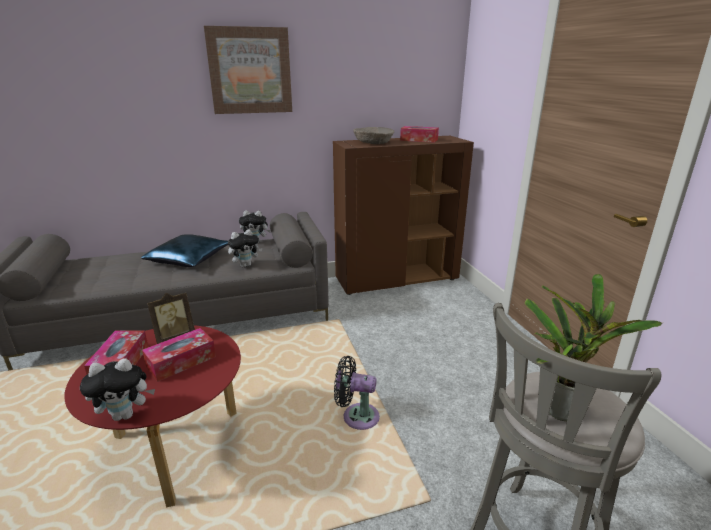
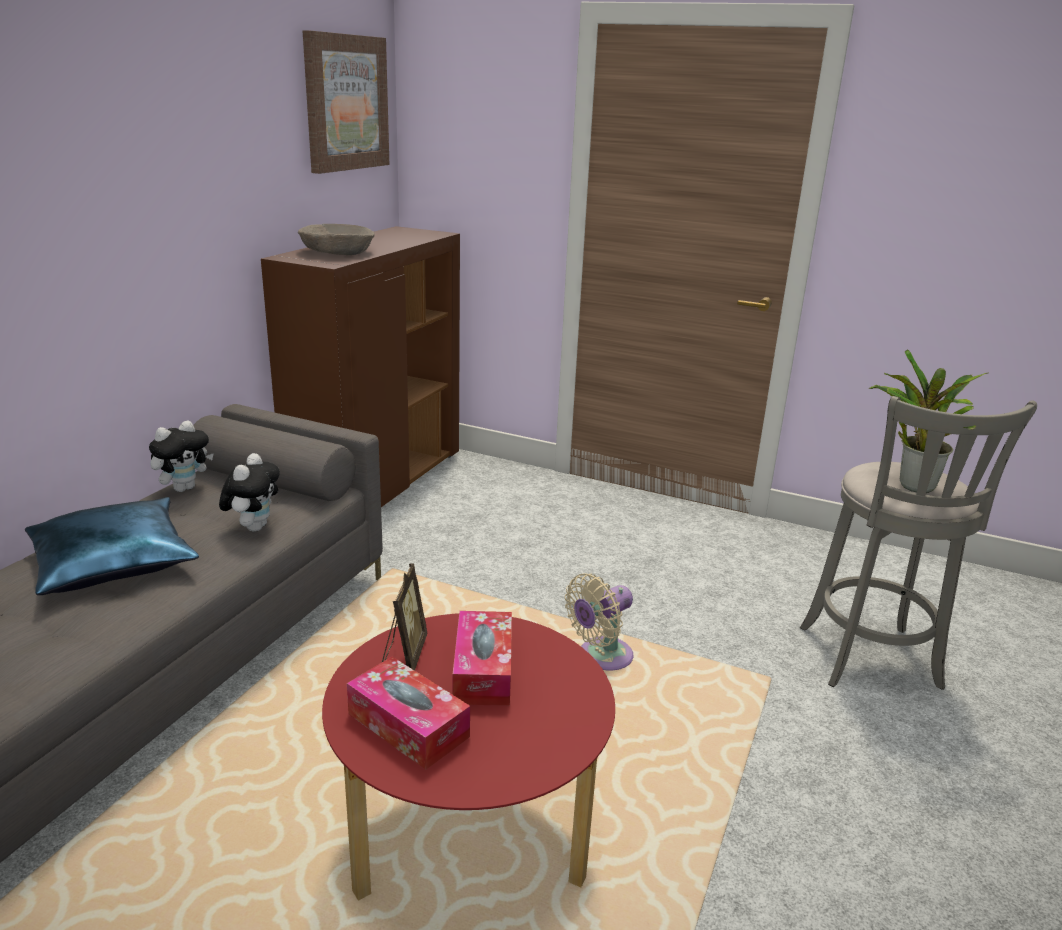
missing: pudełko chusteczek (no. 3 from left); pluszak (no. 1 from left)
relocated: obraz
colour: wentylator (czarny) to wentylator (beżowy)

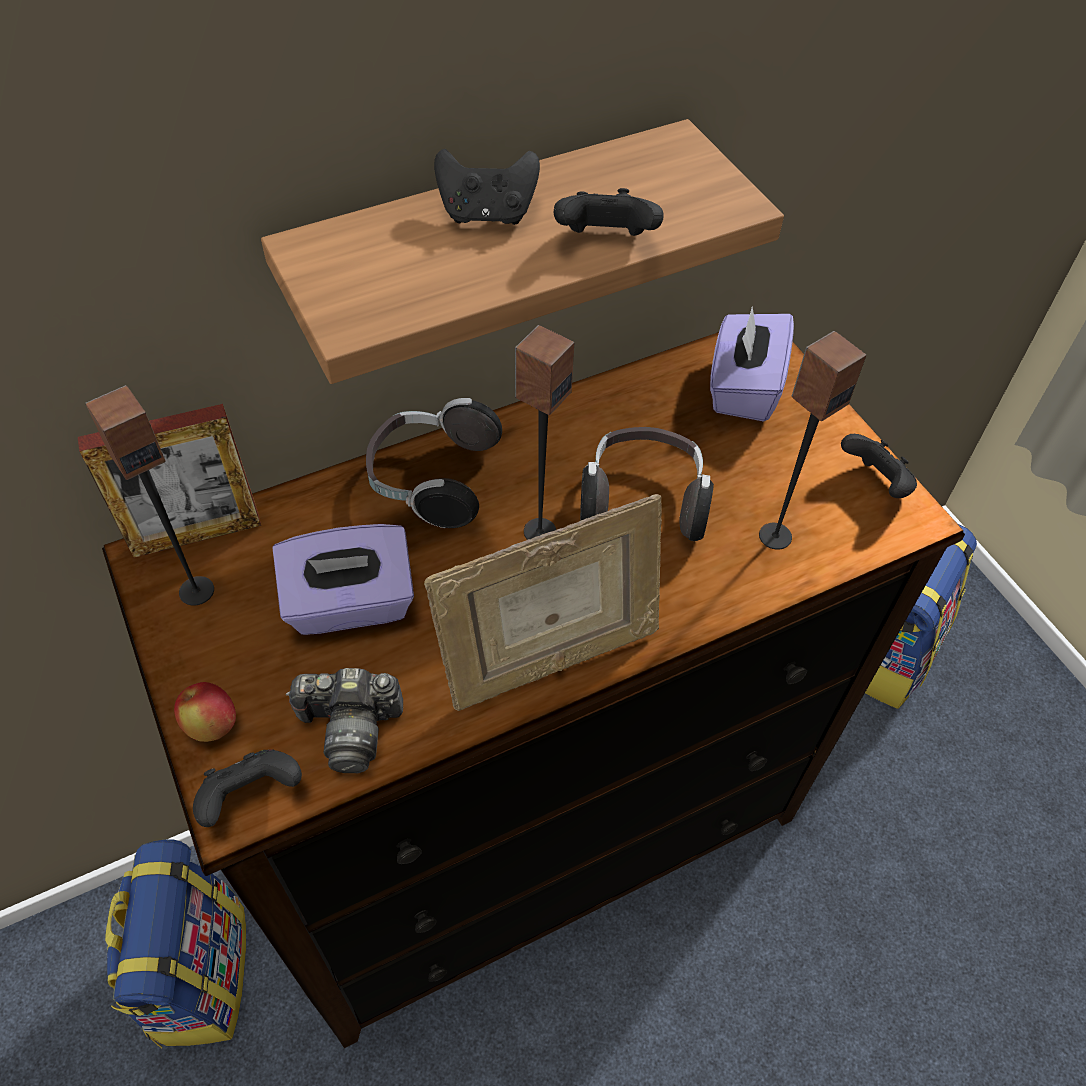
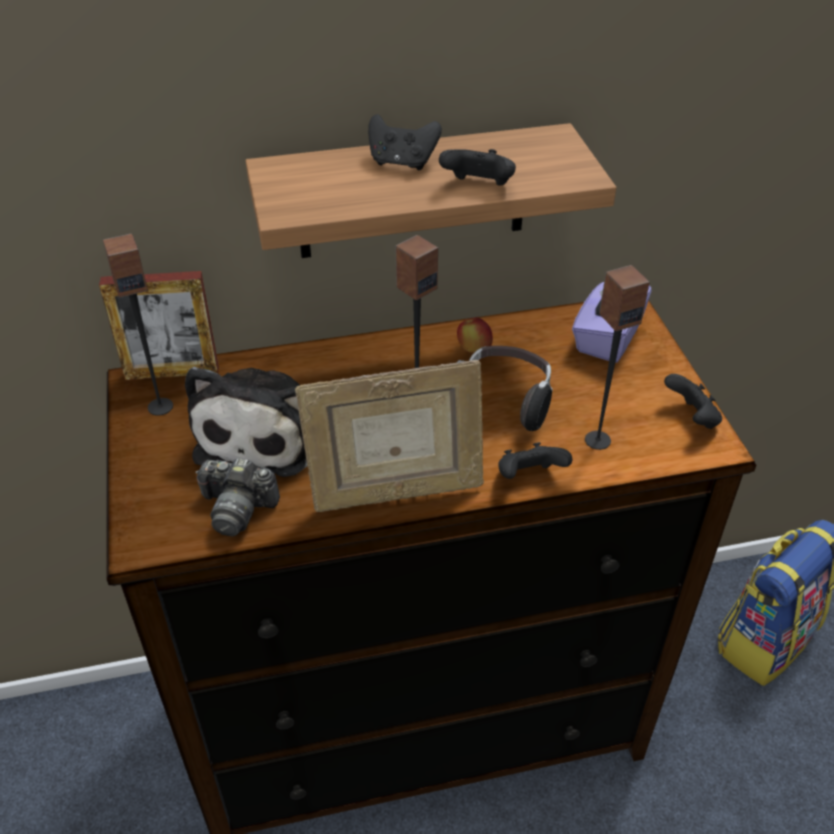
missing: słuchawki (no. 1 from left); plecak (no. 1 from left)
relocated: jabłko; pad do gier (czarny) (no. 1 from left in the first image) to pad do gier (czarny) (no. 3 from left)
exchanged: pudełko chusteczek (fioletowy) (no. 1 from left) to pluszak

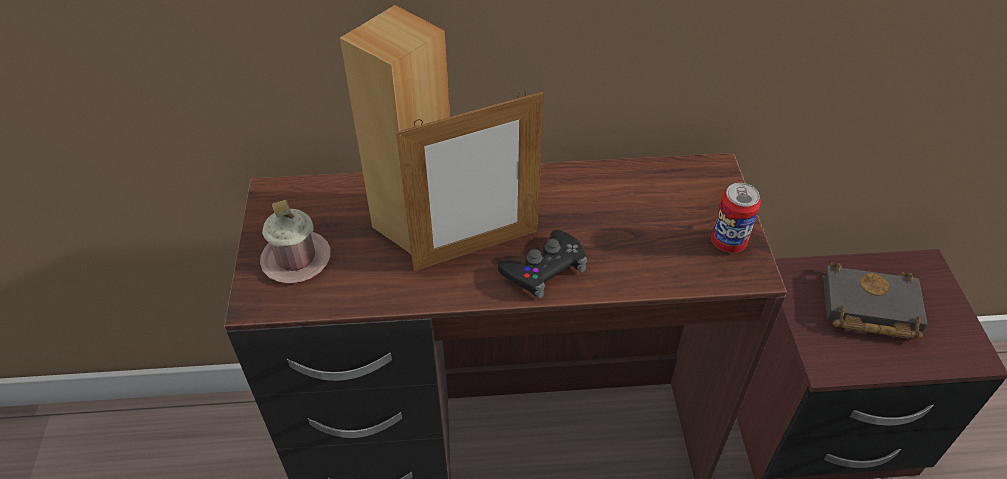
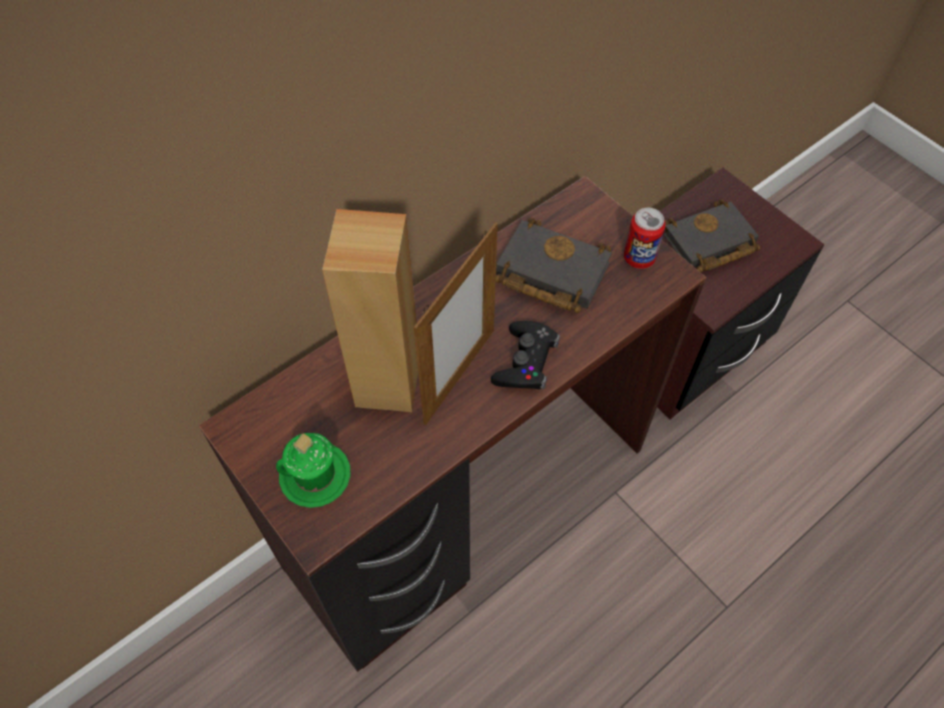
appeared: książka (czarny) (no. 1 from left)
colour: kubek (różowy) to kubek (zielony)

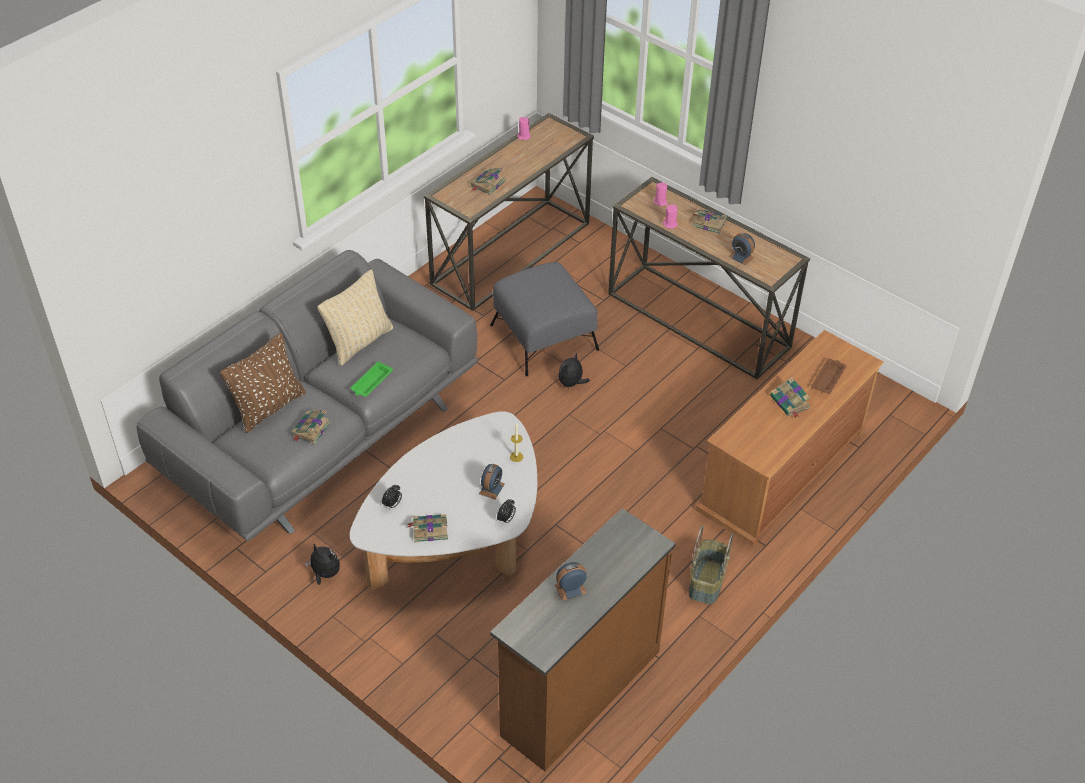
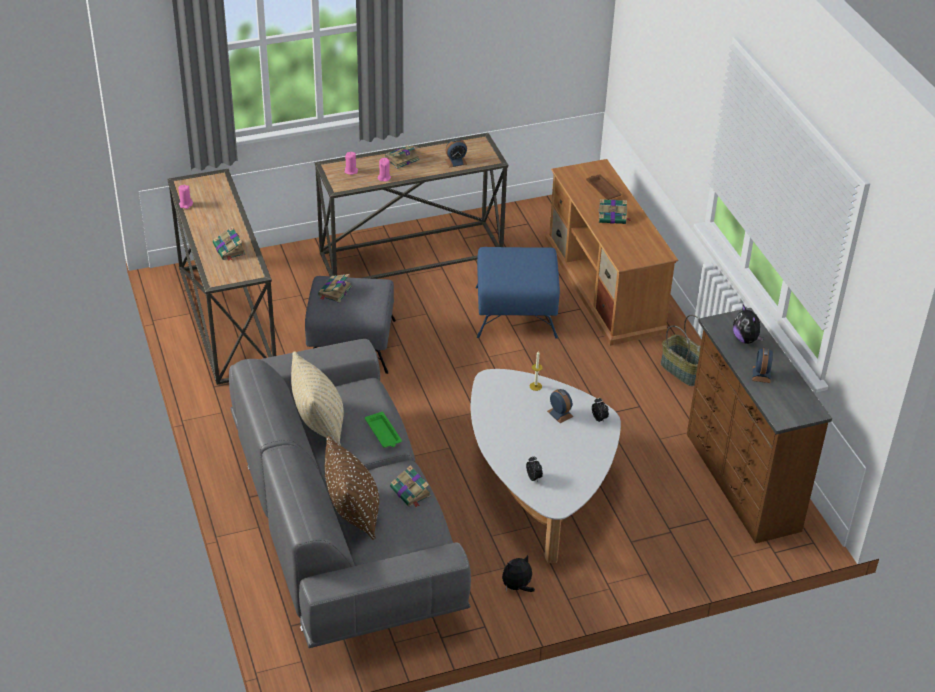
appeared: pufa (niebieski)
relocated: pluszak (no. 2 from left); książka (no. 2 from left)

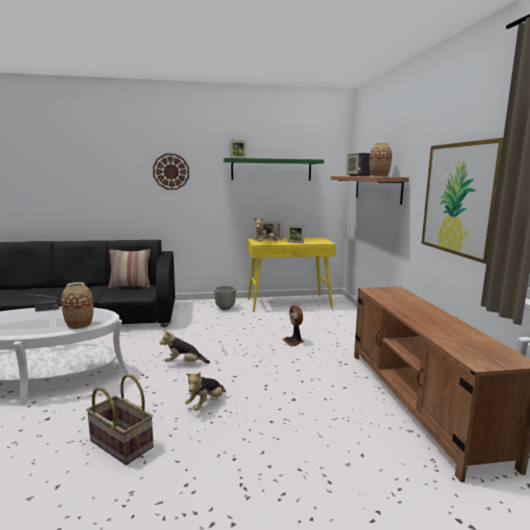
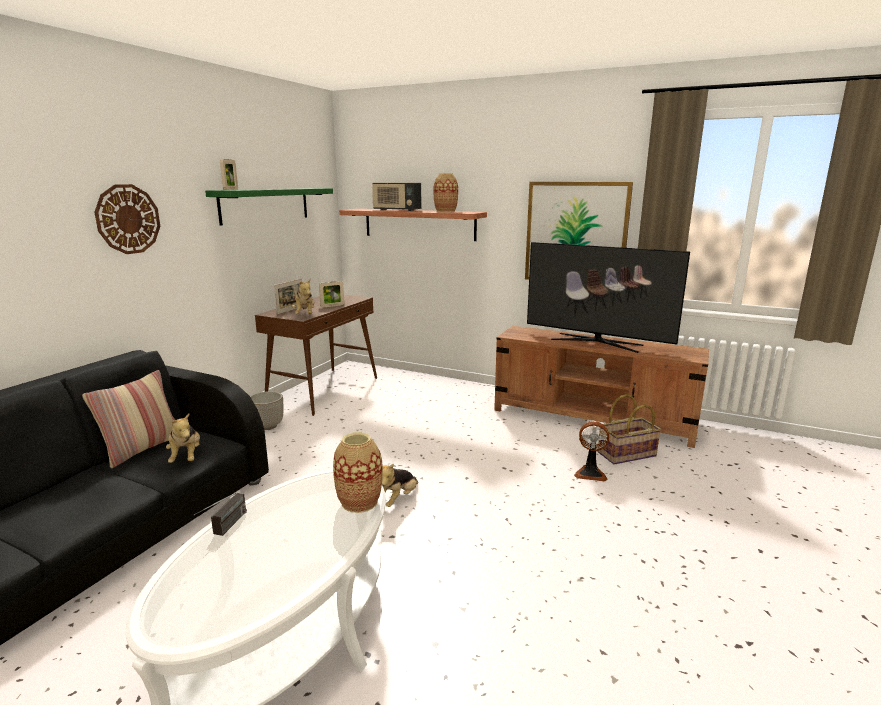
appeared: telewizor
relocated: wentylator; pluszak (no. 2 from left in the first image) to pluszak (no. 1 from left); koszyk
colour: stolik konsolowy (żółty) to stolik konsolowy (brązowy)

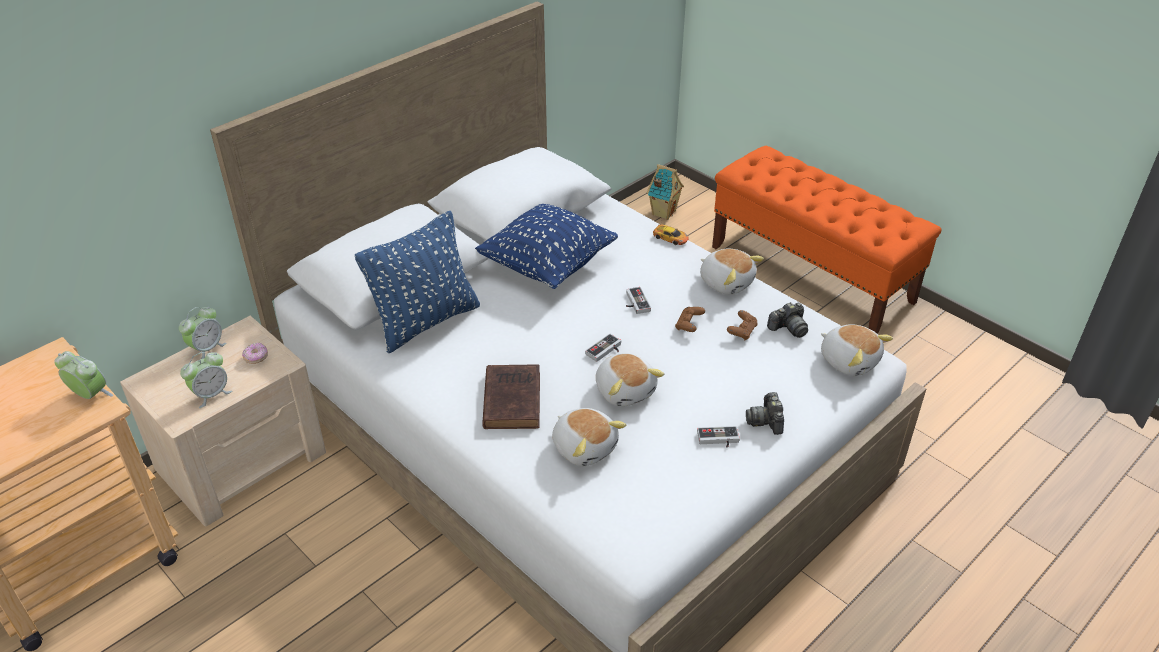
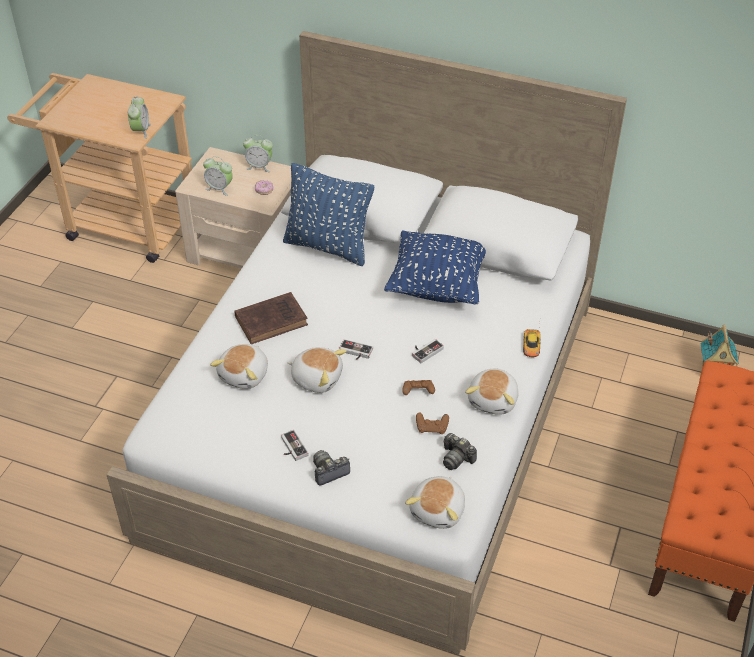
spun: pluszak (no. 2 from left) 105 degrees counterclockwise

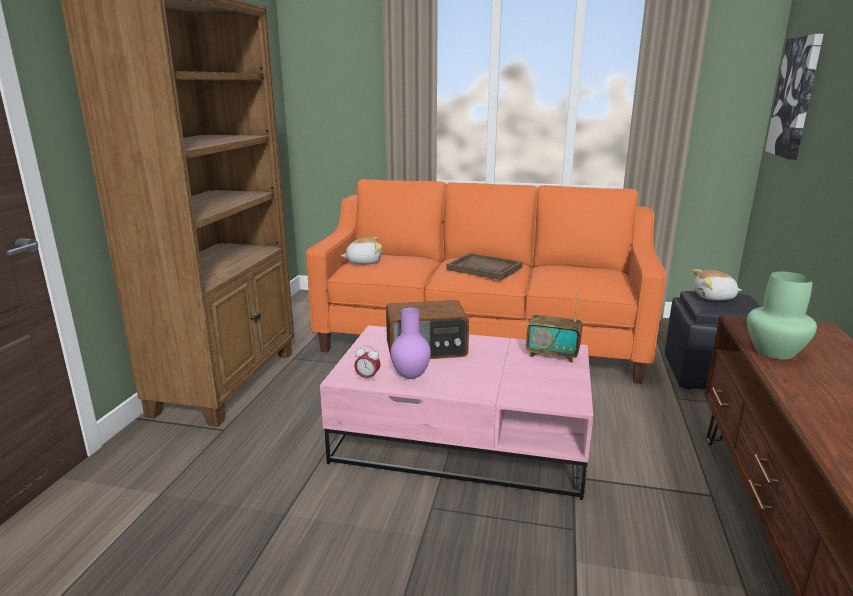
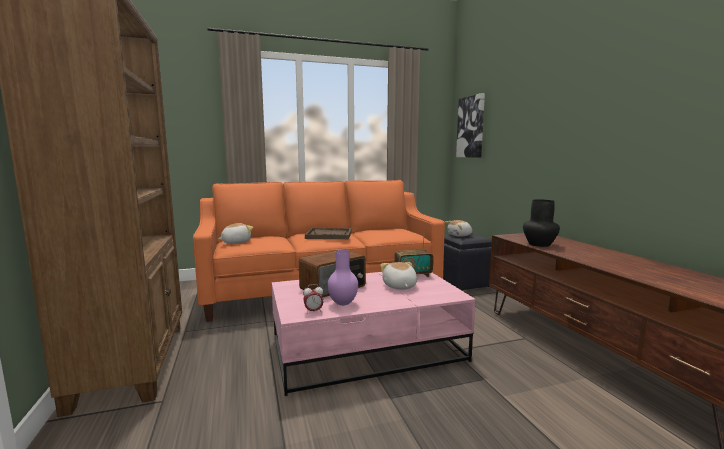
appeared: pluszak (no. 2 from left)
colour: wazon (zielony) to wazon (czarny)

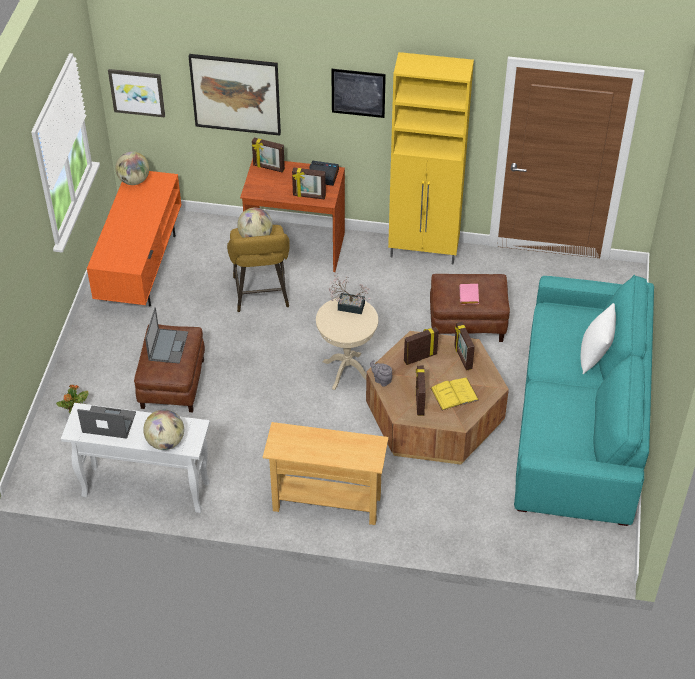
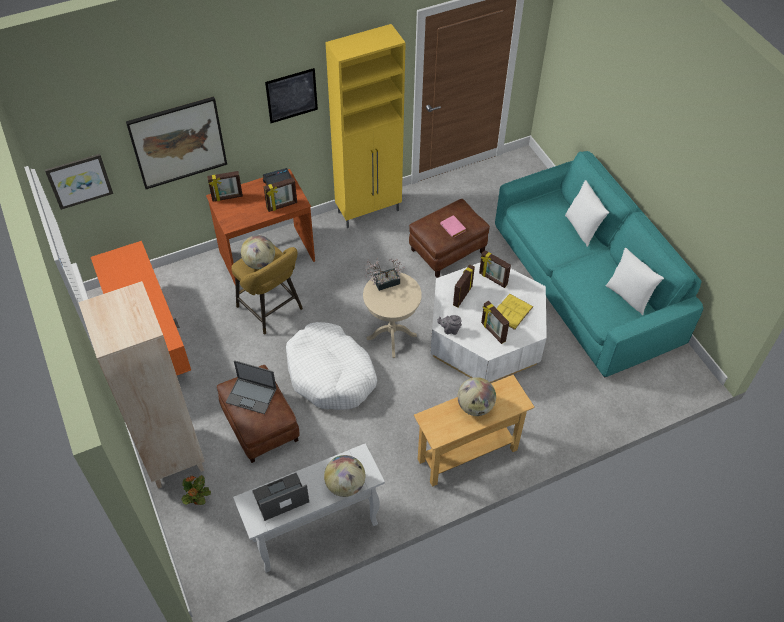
appeared: poduszka (biały) (no. 2 from left); regał (beżowy); legowisko (biały)
relocated: globus (no. 1 from left in the first image) to globus (no. 3 from left)
colour: ława (brązowy) to ława (biały)
spun: laptop (no. 2 from left in the first image) 135 degrees clockwise

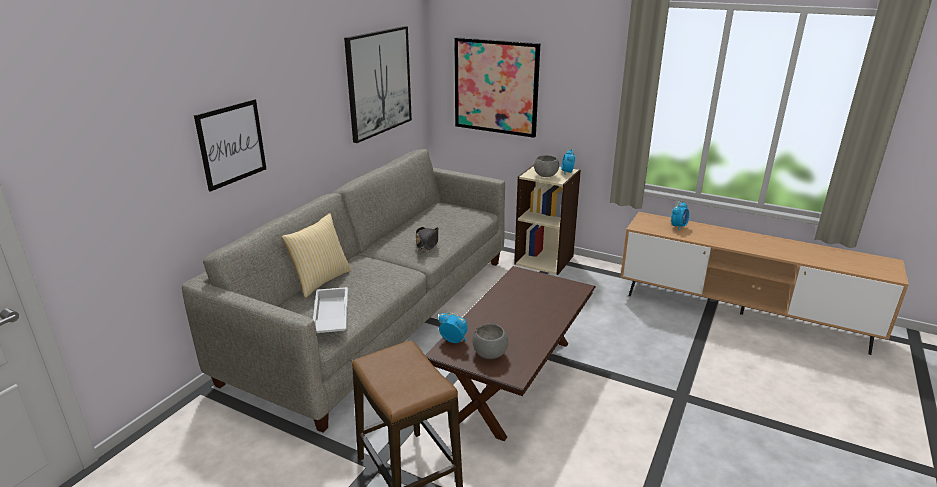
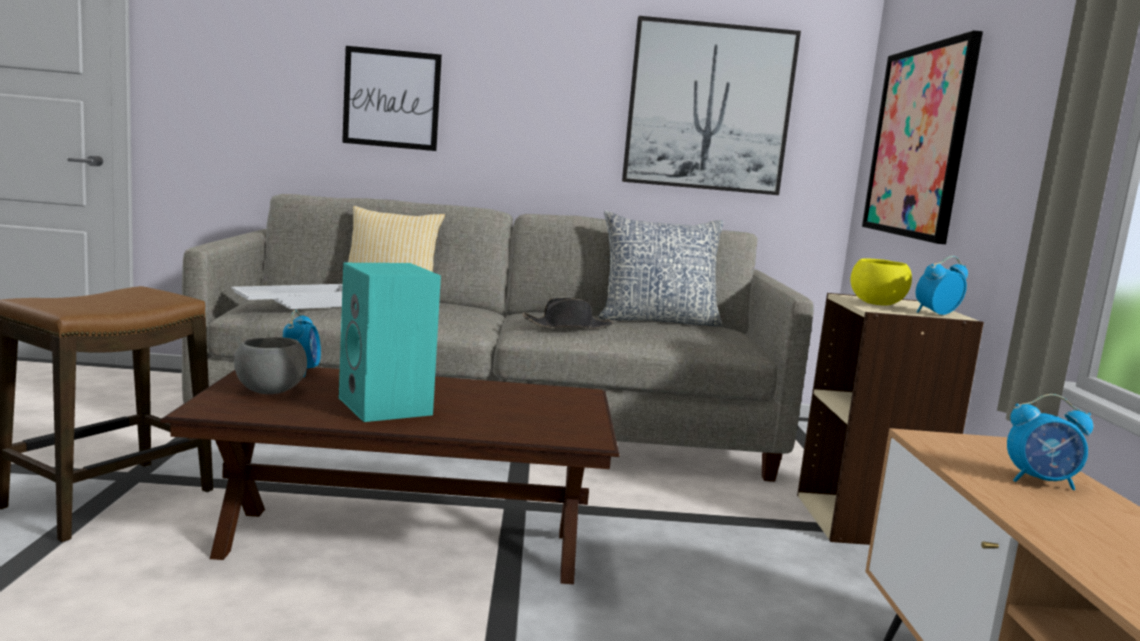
appeared: poduszka (no. 2 from left); głośnik (turkusowy)
colour: miska (szary) (no. 2 from left) to miska (żółty)

